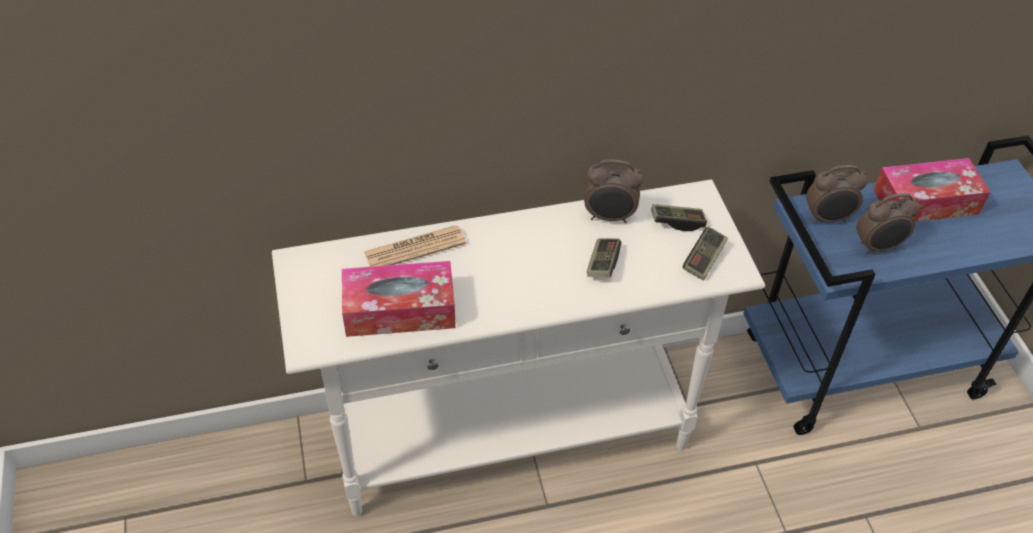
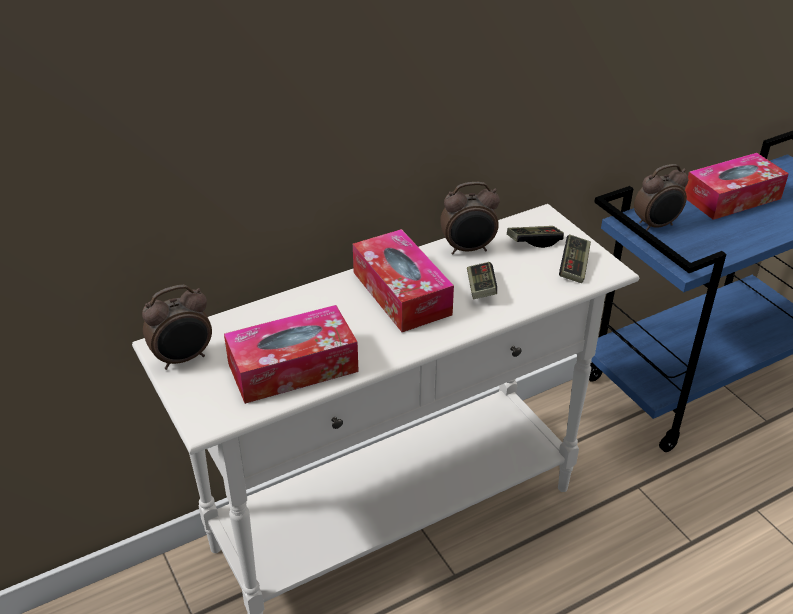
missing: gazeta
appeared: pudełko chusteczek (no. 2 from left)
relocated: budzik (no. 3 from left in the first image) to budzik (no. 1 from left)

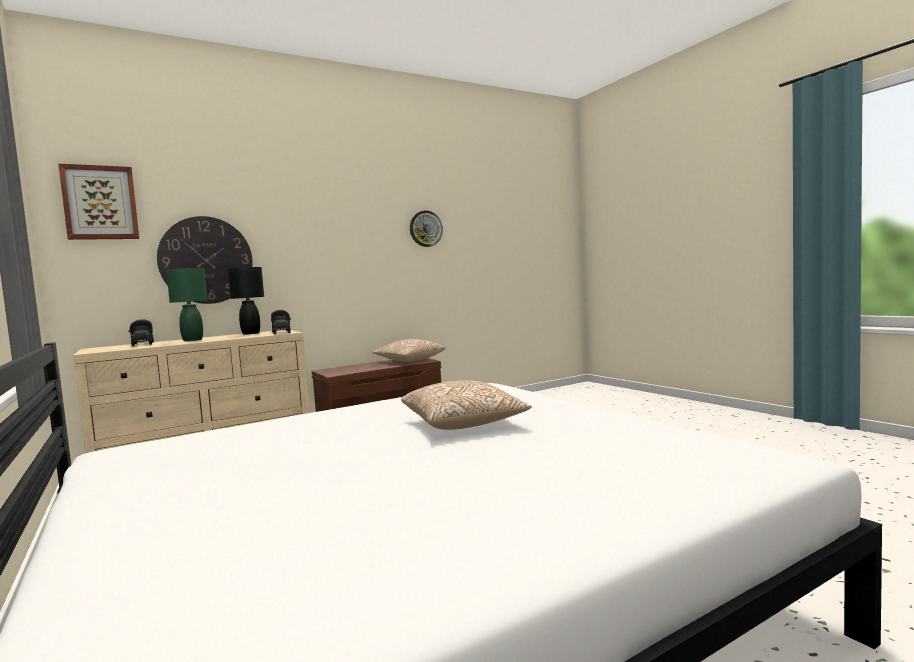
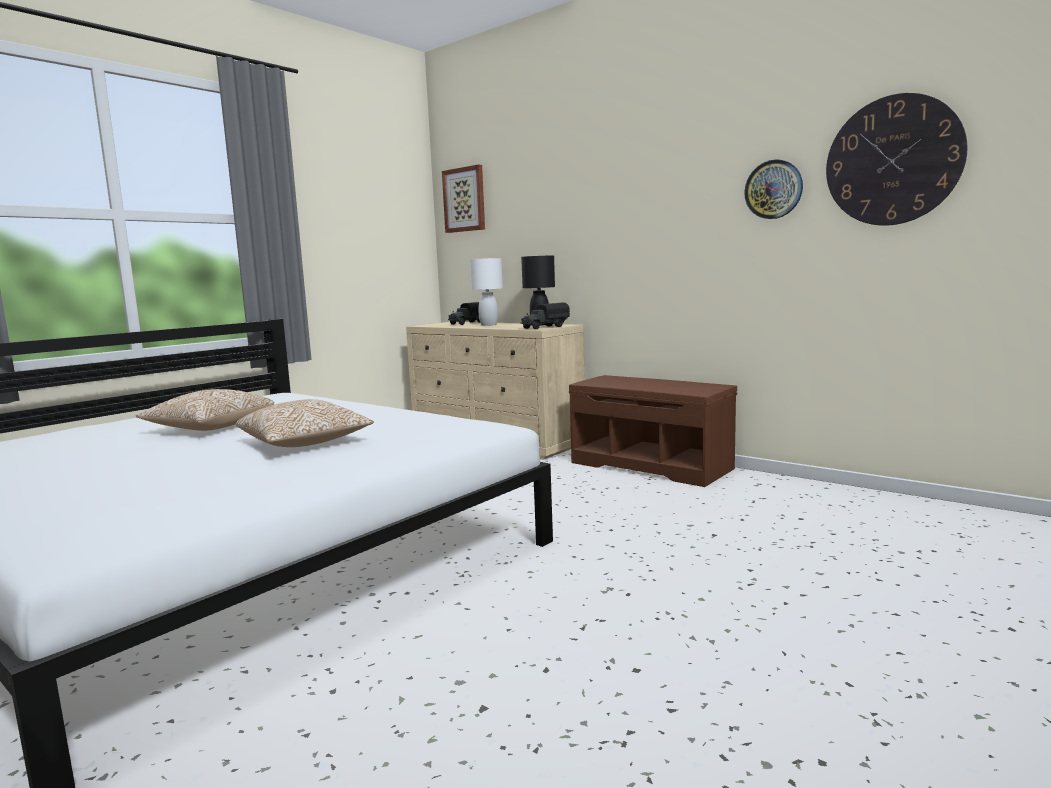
relocated: zegar ścienny (no. 1 from left in the first image) to zegar ścienny (no. 2 from left); poduszka (no. 1 from left)
colour: lampa stołowa (zielony) to lampa stołowa (biały)

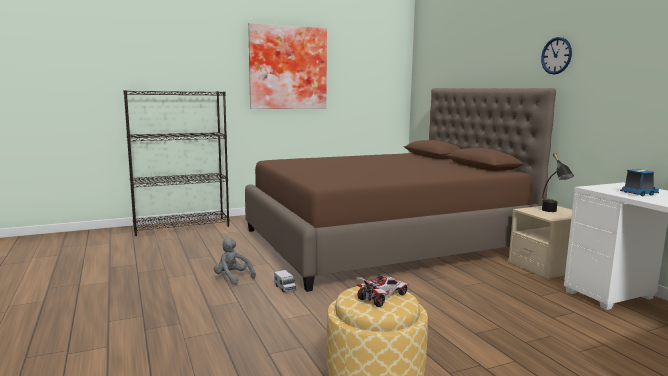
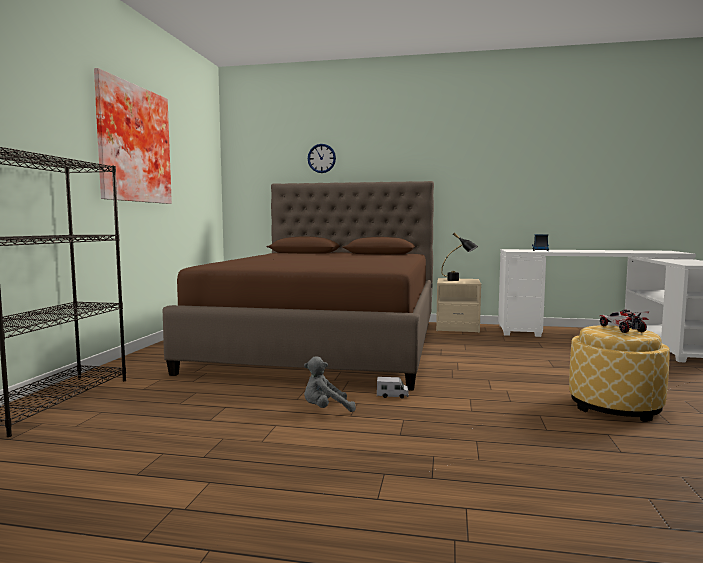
relocated: zegar ścienny

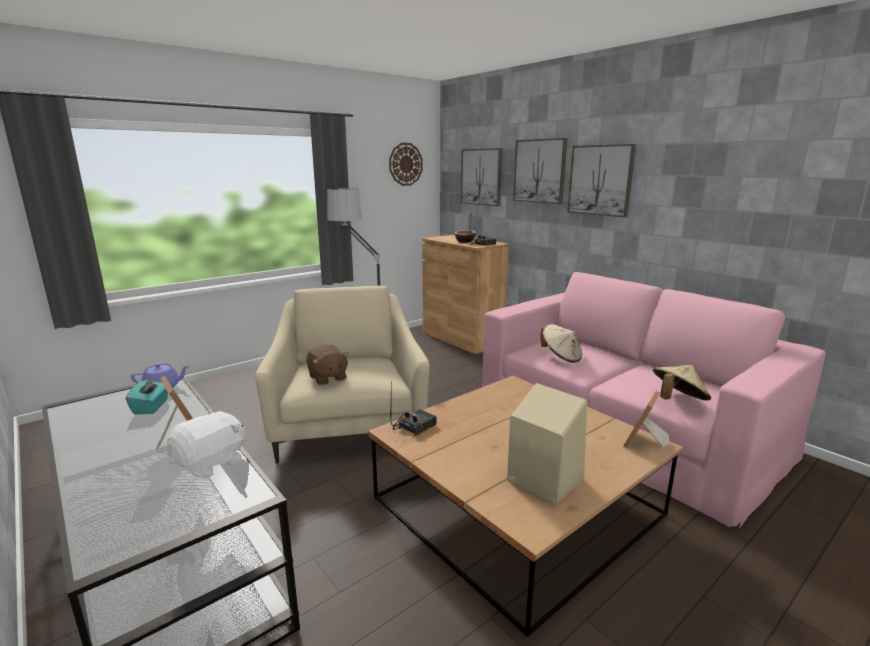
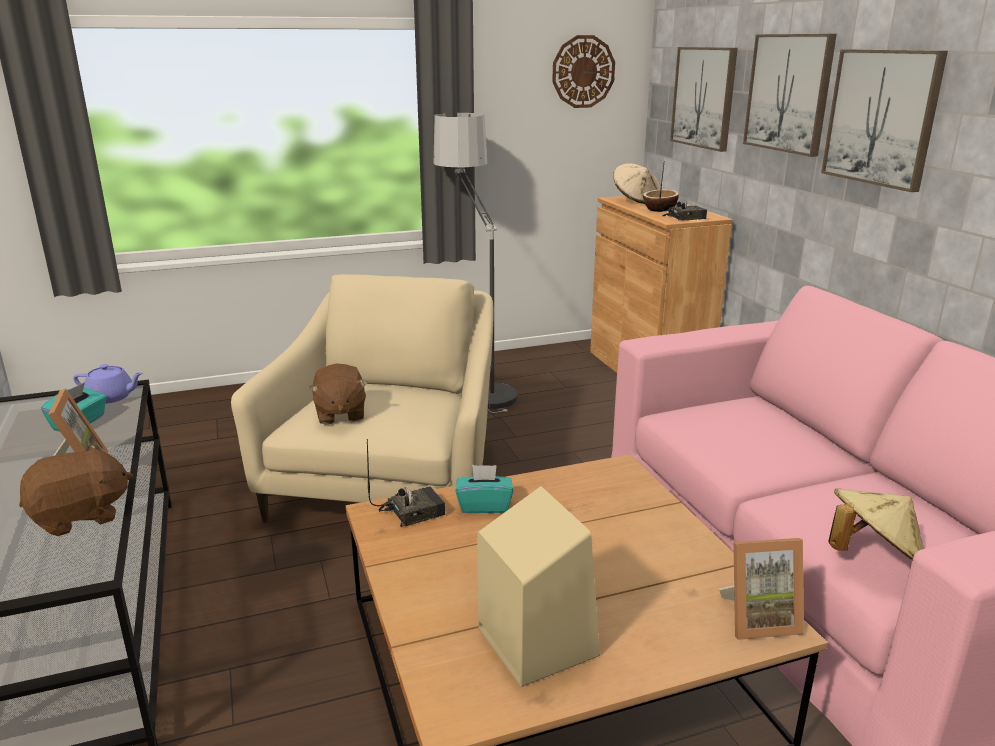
appeared: pudełko chusteczek (turkusowy) (no. 2 from left)
relocated: kapelusz (beżowy) (no. 1 from left)
colour: pluszak (biały) to pluszak (brązowy) (no. 1 from left)
spun: ramka na zdjęcie (no. 2 from left) 150 degrees counterclockwise

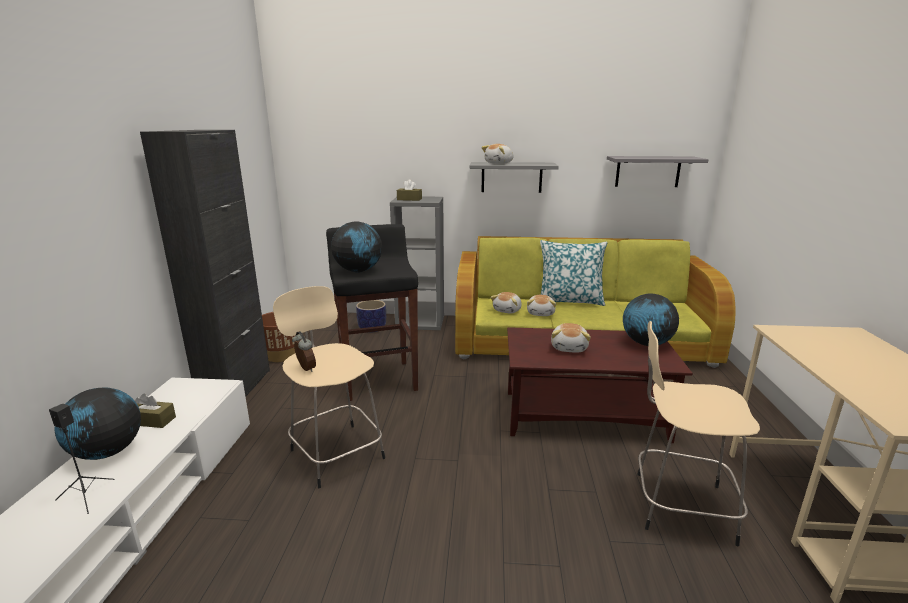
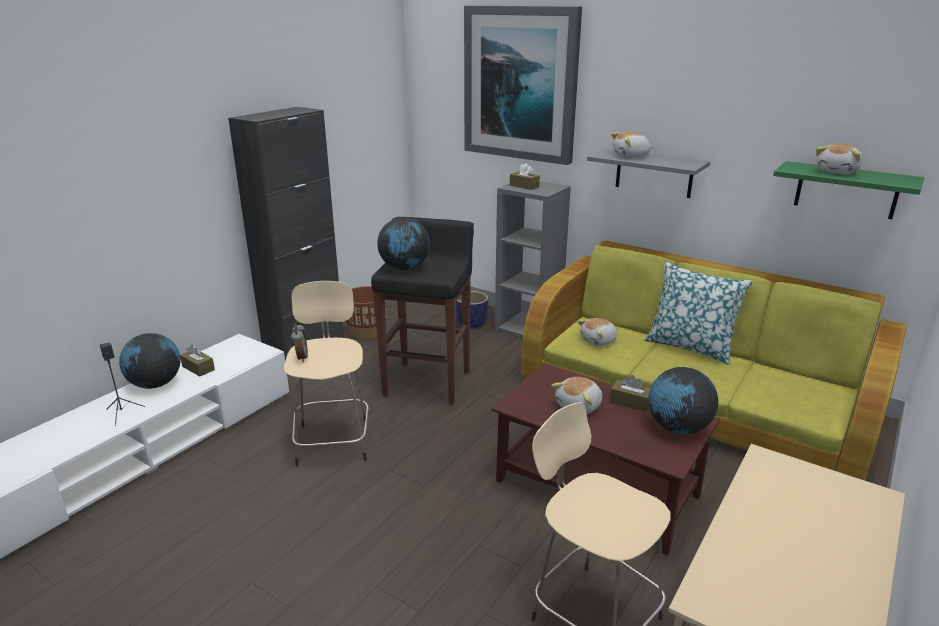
appeared: obraz; pudełko chusteczek (brązowy) (no. 3 from left)
relocated: pluszak (no. 3 from left in the first image) to pluszak (no. 4 from left)
colour: półka (szary) (no. 2 from left) to półka (zielony)

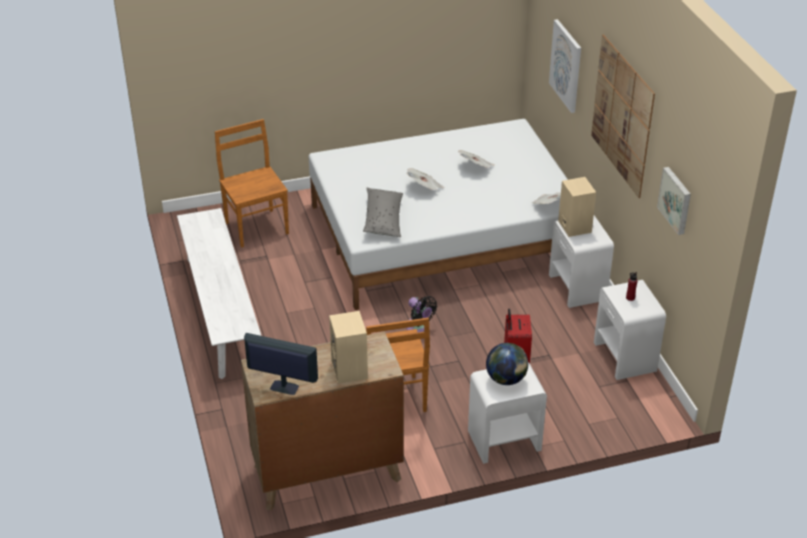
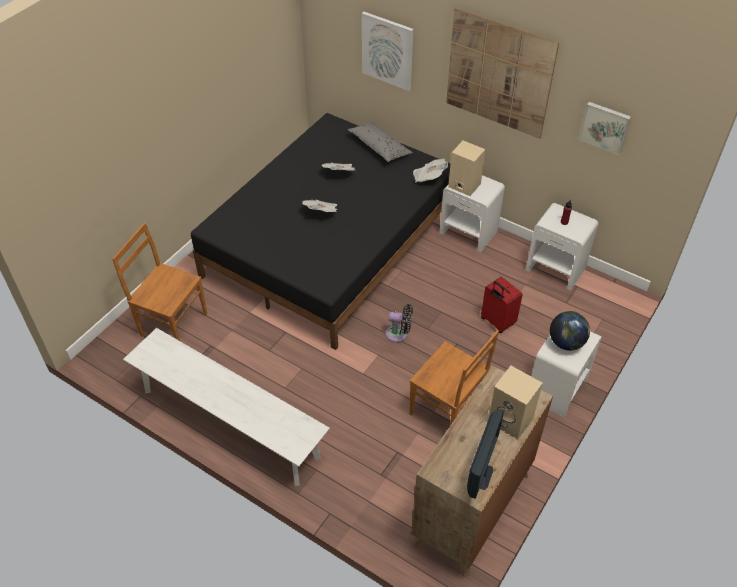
relocated: poduszka (szary)
colour: łóżko (biały) to łóżko (czarny)
spun: monitor 135 degrees clockwise

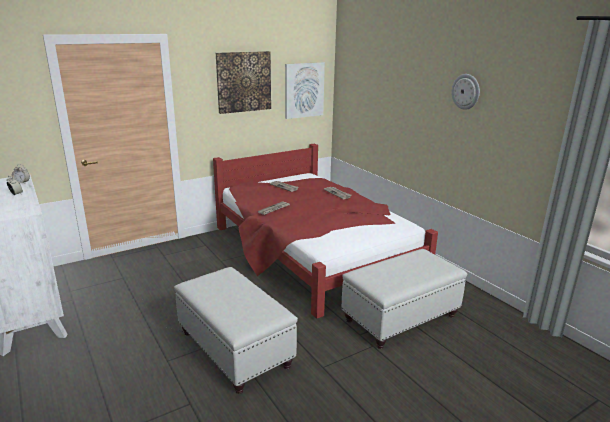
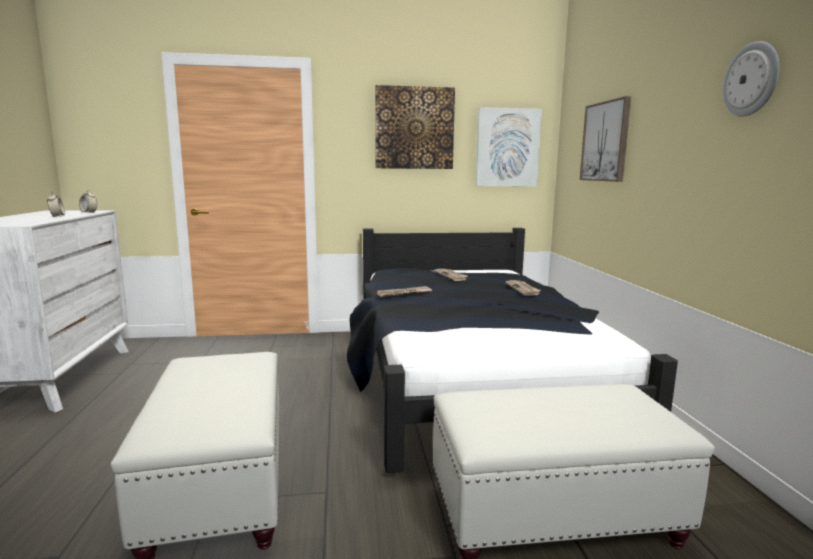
appeared: obraz (no. 3 from left)
colour: łóżko (czerwony) to łóżko (czarny)

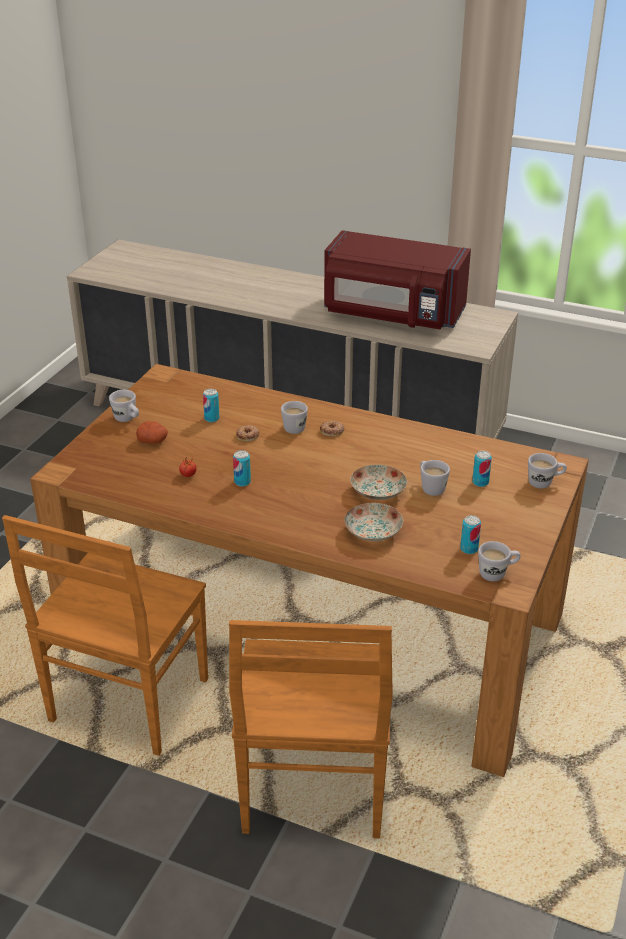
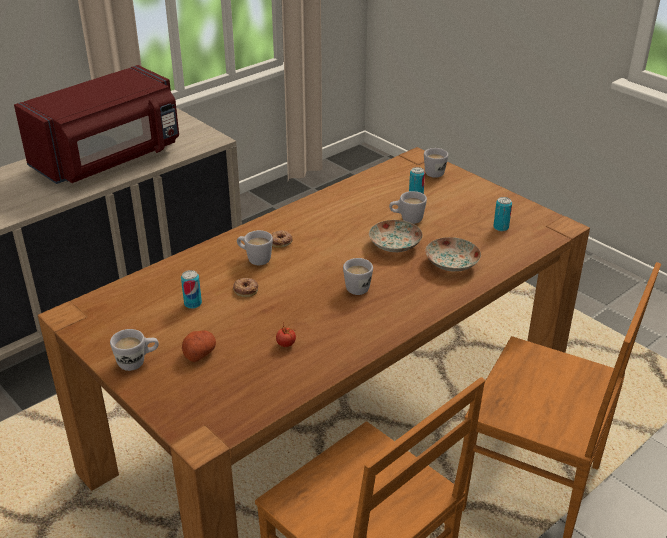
missing: puszka (no. 2 from left)
relocated: kubek (biały) (no. 4 from left in the first image) to kubek (biały) (no. 3 from left)

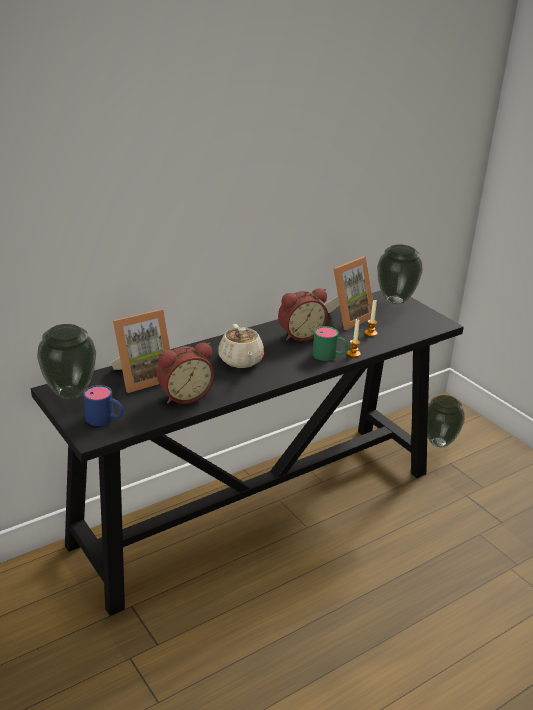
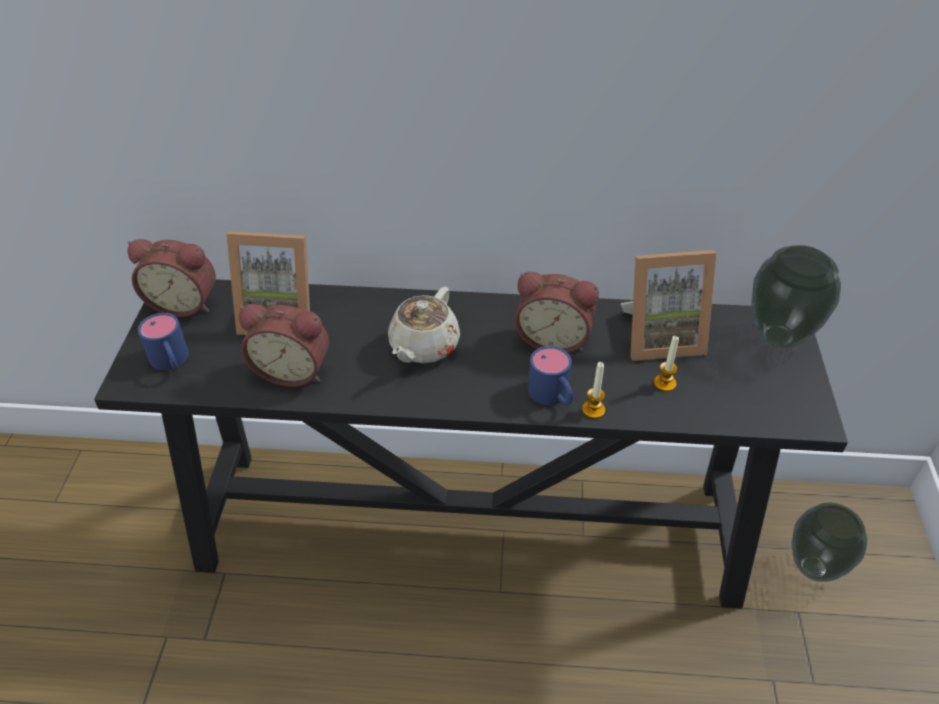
exchanged: wazon (no. 1 from left) to budzik (no. 1 from left)
colour: kubek (zielony) to kubek (niebieski) (no. 2 from left)

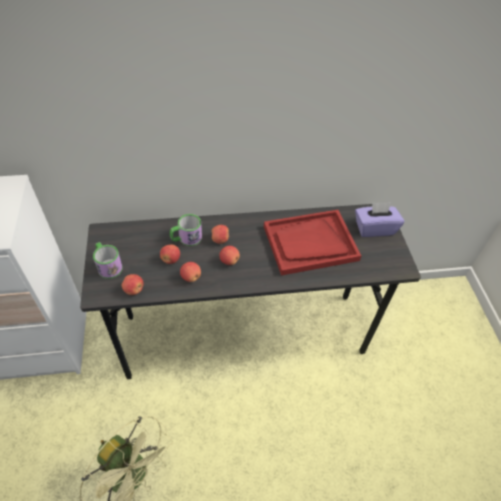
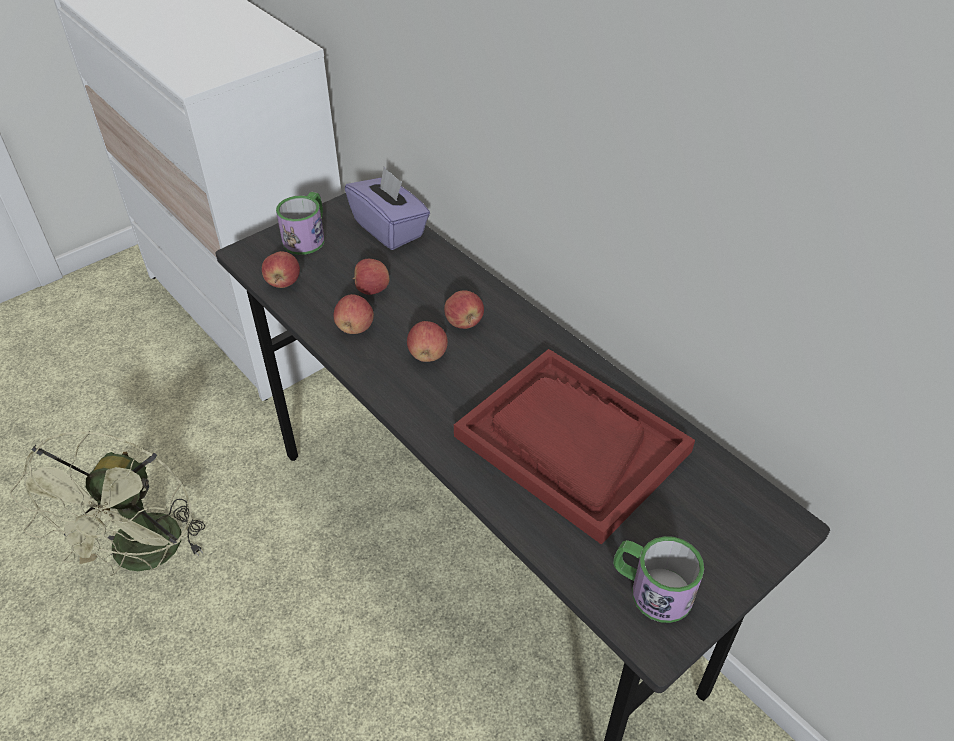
relocated: pudełko chusteczek (fioletowy); kubek (no. 2 from left)

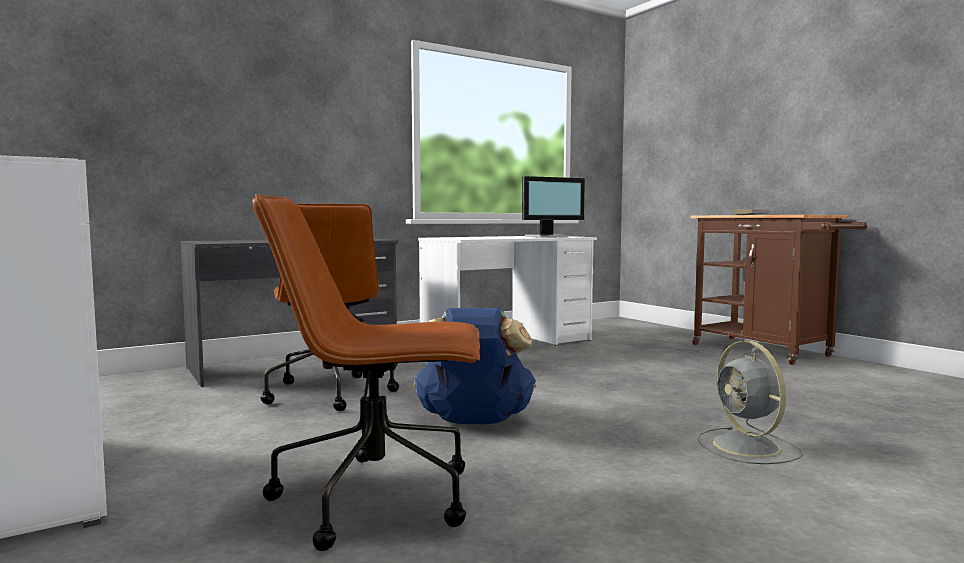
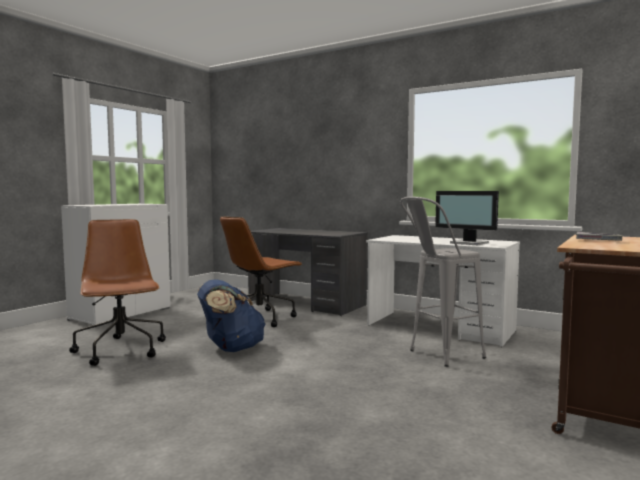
missing: wentylator (szary)
appeared: stołek (szary)

